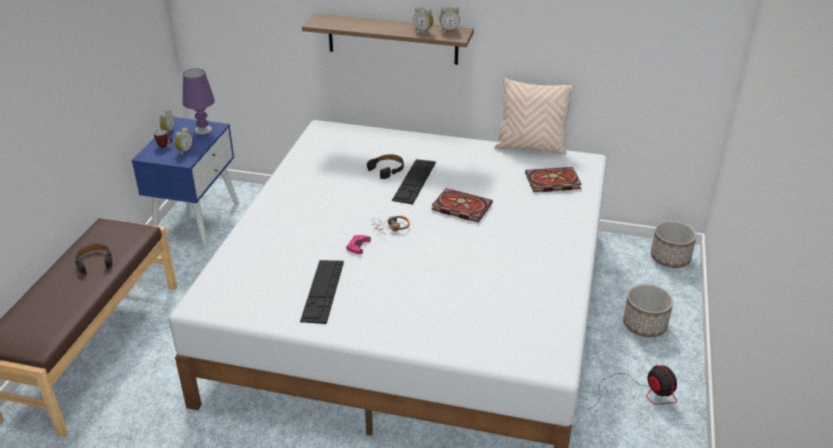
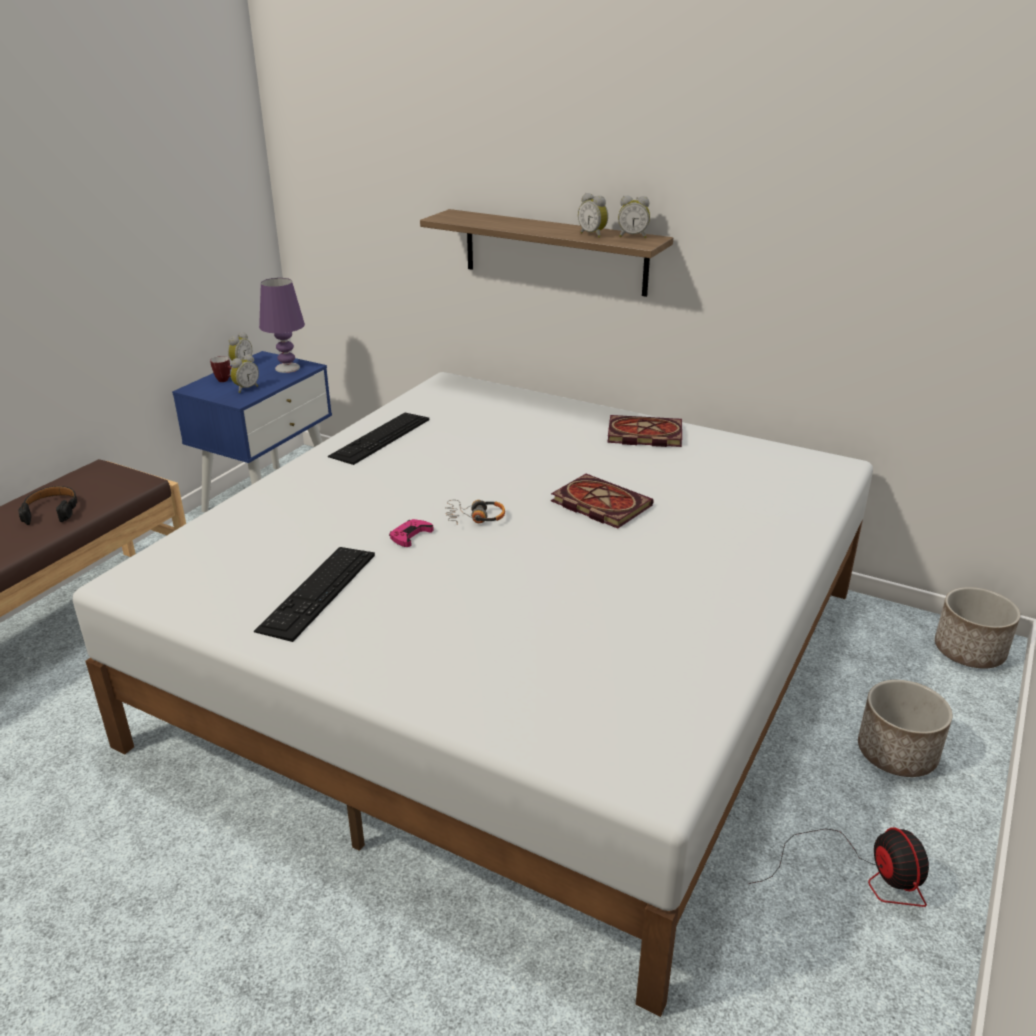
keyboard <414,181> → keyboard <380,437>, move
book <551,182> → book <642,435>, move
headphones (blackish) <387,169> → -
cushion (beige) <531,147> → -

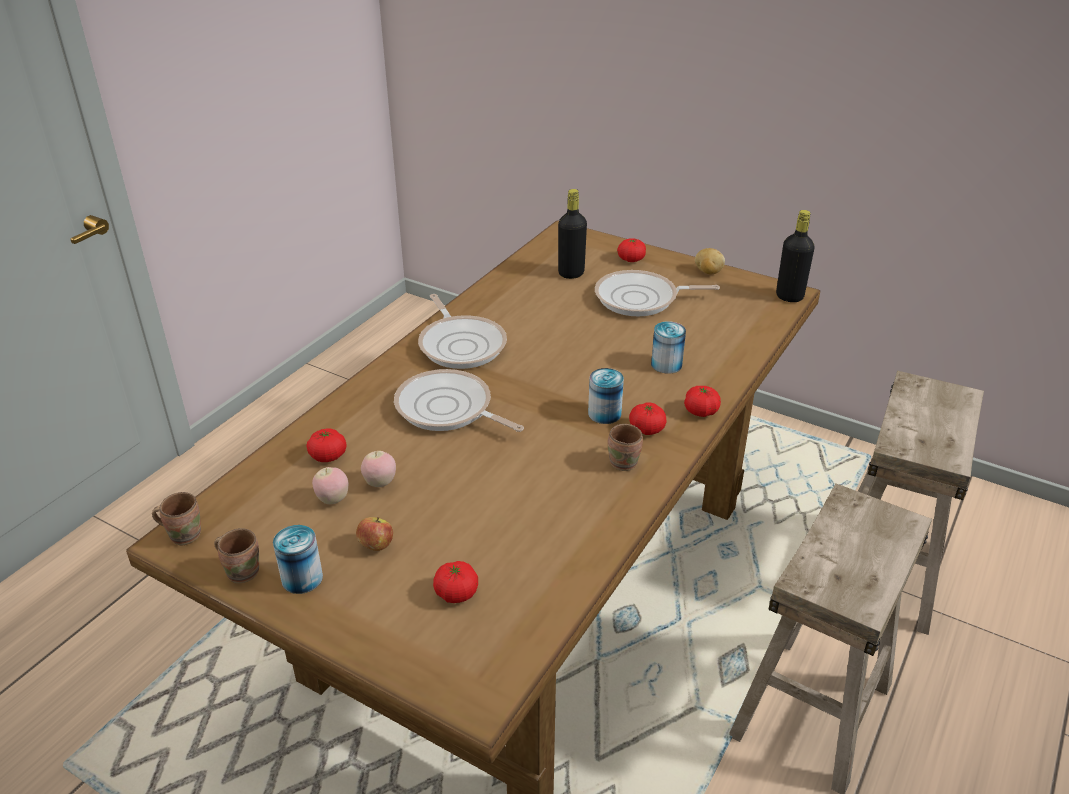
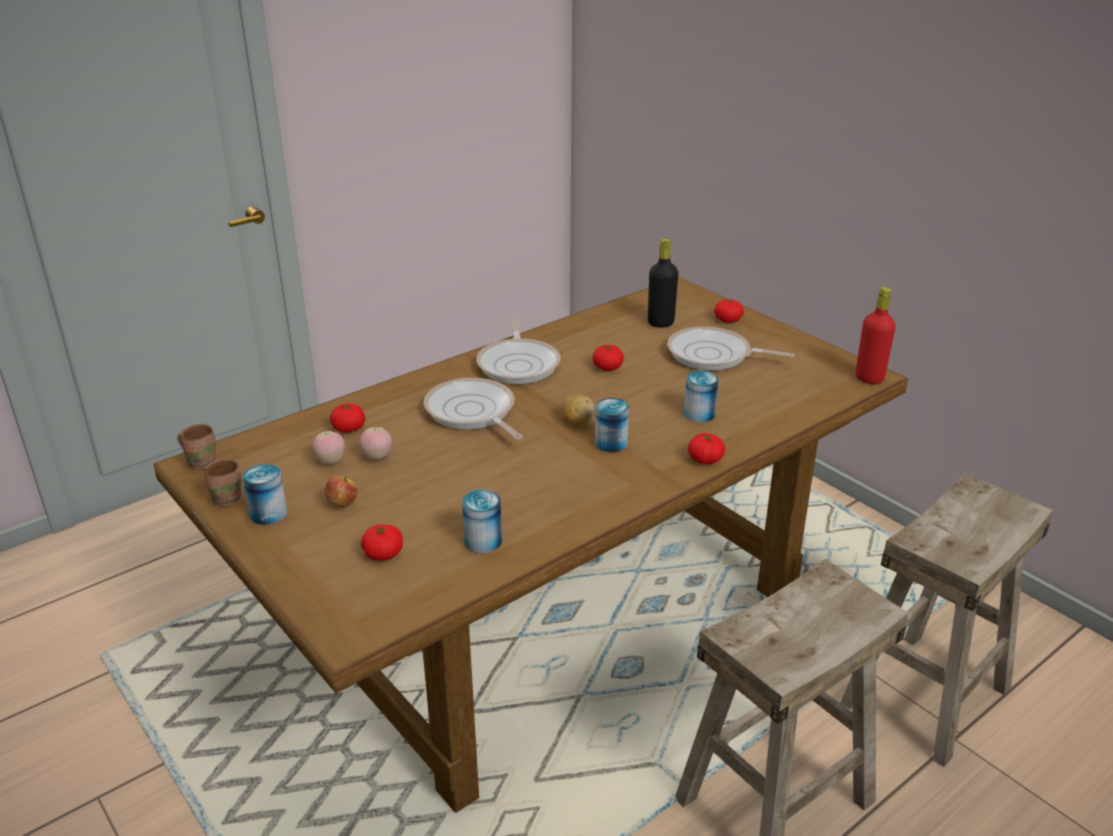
- → can <483,541>
whole potato <708,272> → whole potato <577,421>, move
whole tomato <646,429> → whole tomato <607,367>, move
beverage bottle (blackish) <789,296> → beverage bottle (red) <869,378>
mug (brownish) <625,462> → -

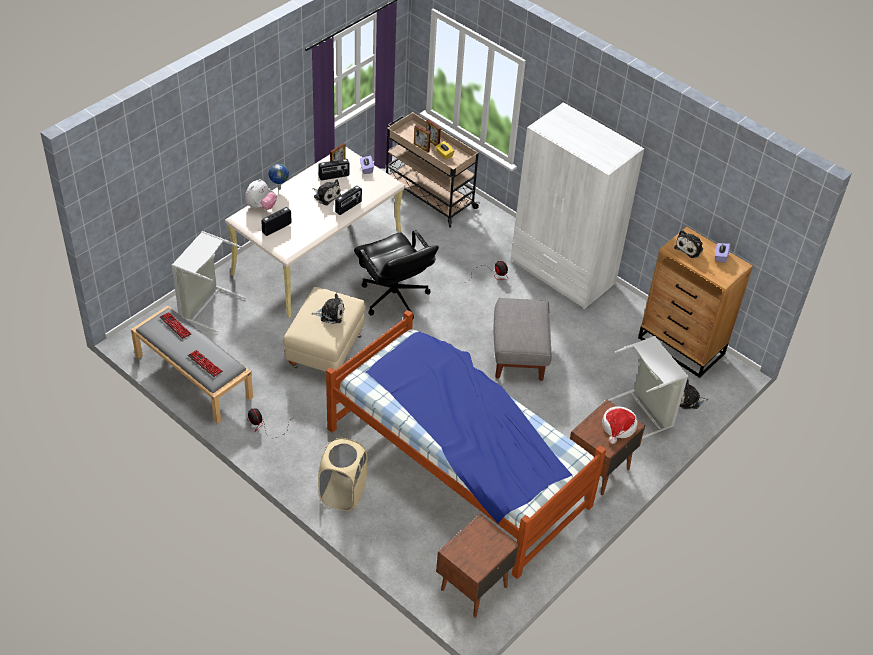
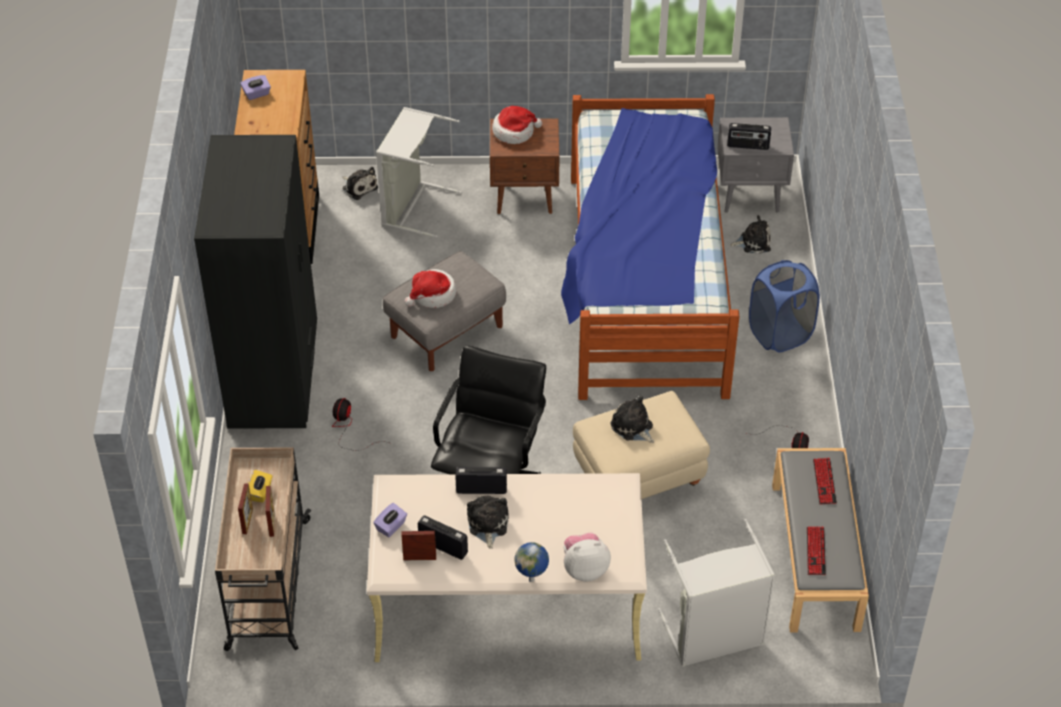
wardrobe (white) <562,273> → wardrobe (blackish) <274,375>
- → hat <432,295>
night table (brownish) <473,588> → night table (gray) <751,195>
radio receiver <276,228> → radio receiver <748,146>, move
soft toy <690,248> → soft toy <753,242>, move
hamper (beige) <343,493> → hamper (bluish) <780,334>

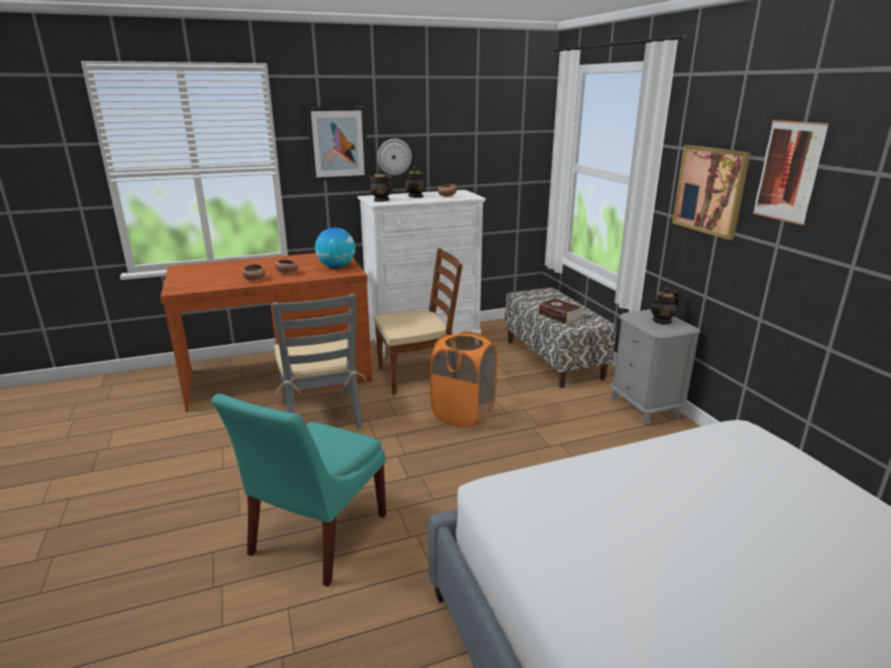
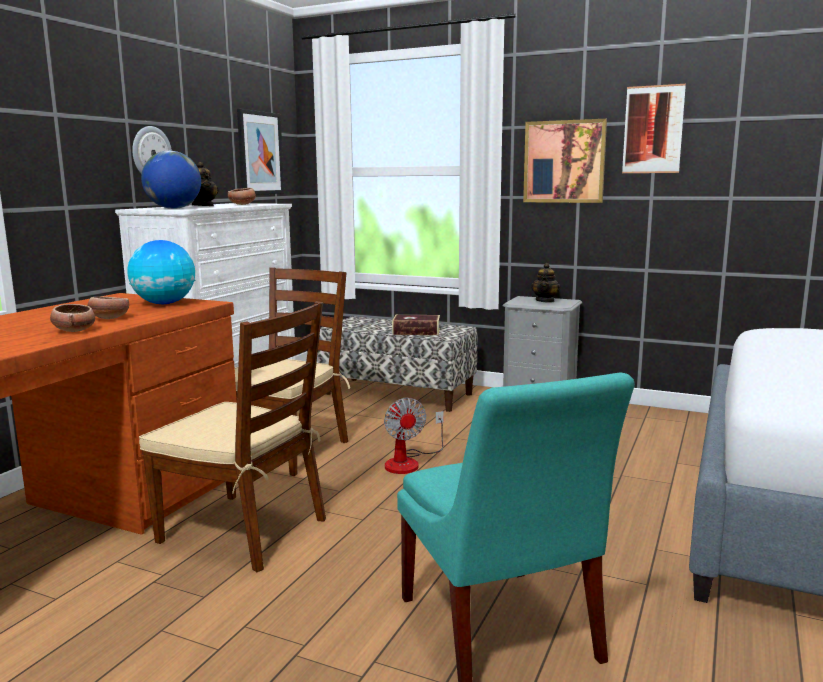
upright chair (gray) <321,415> → upright chair (brownish) <245,530>
tea pot <381,200> → desk globe <174,208>
picture <338,143> → picture <260,153>, move
hamper (orange) <463,414> → fan <409,462>

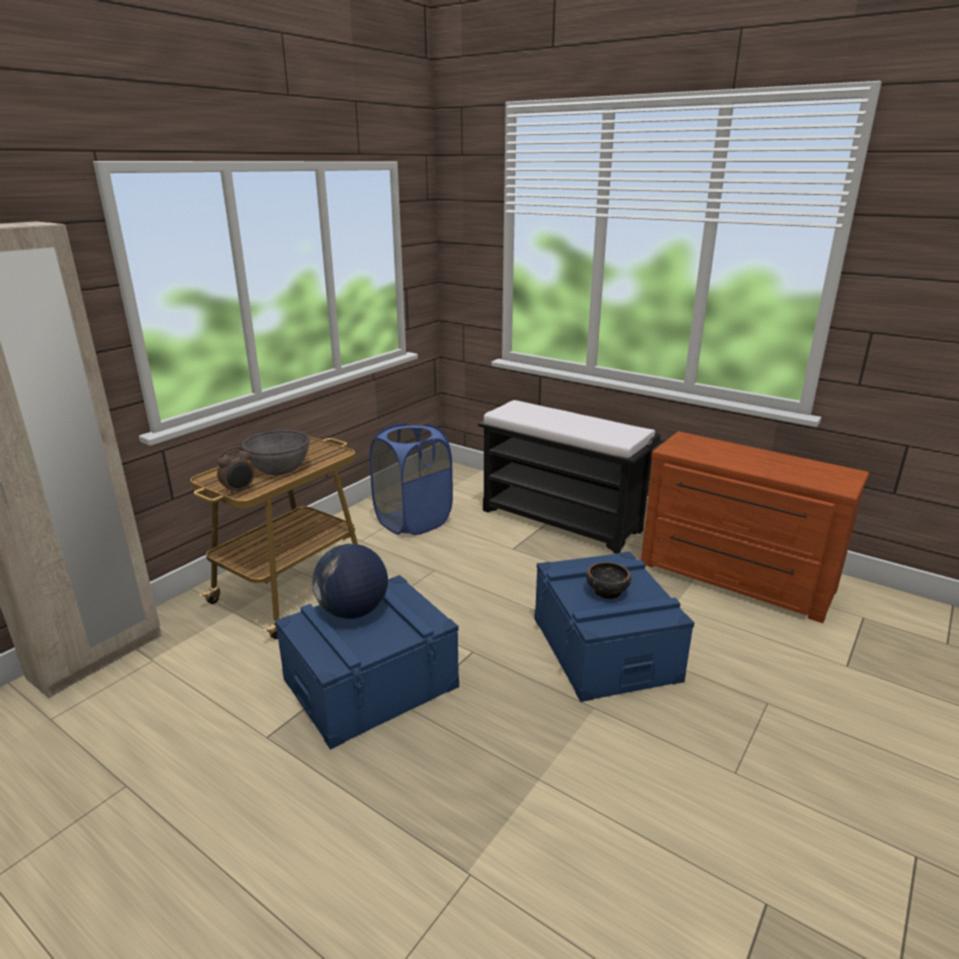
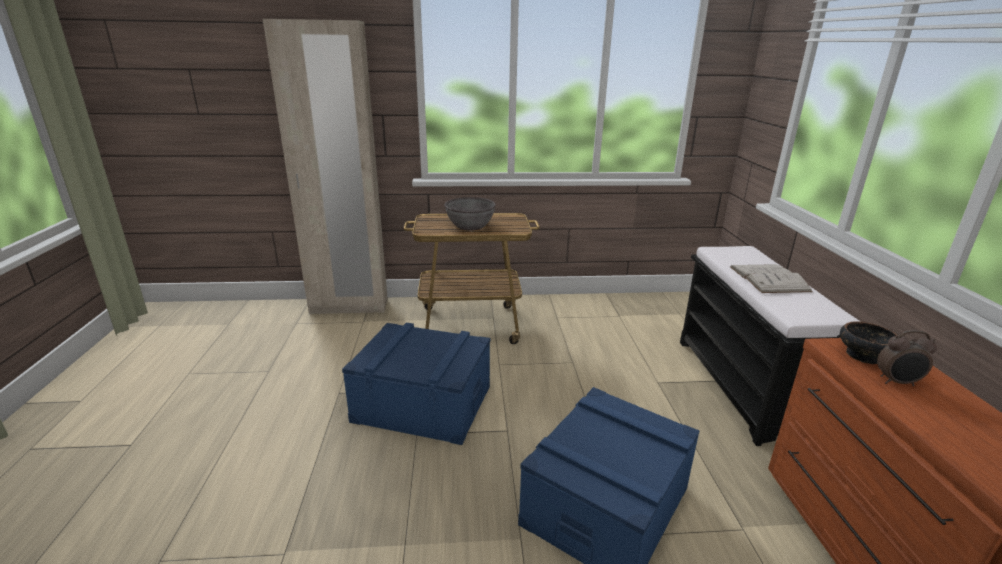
- → book (white) <768,279>
deep dish <606,591> → deep dish <863,355>, move
bedside clock <239,490> → bedside clock <897,382>, move
desk globe <353,612> → -
hamper (bluish) <413,521> → -

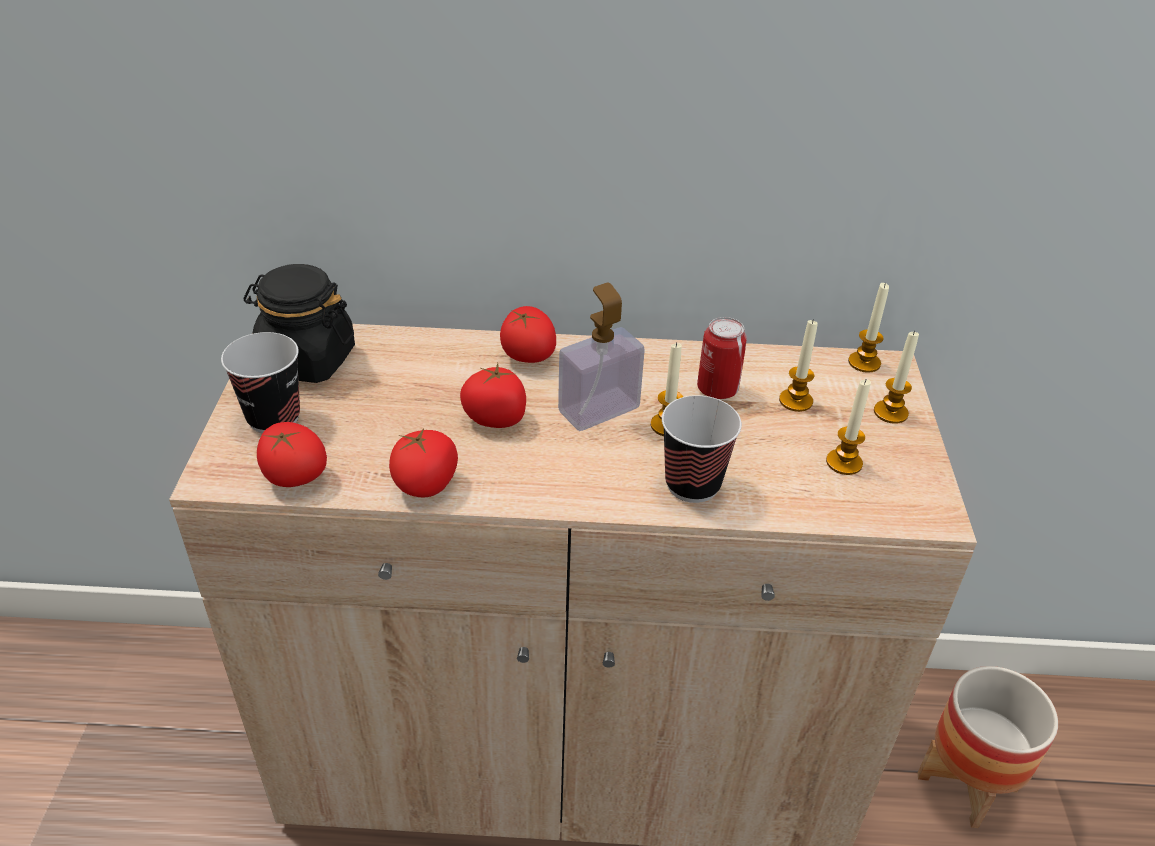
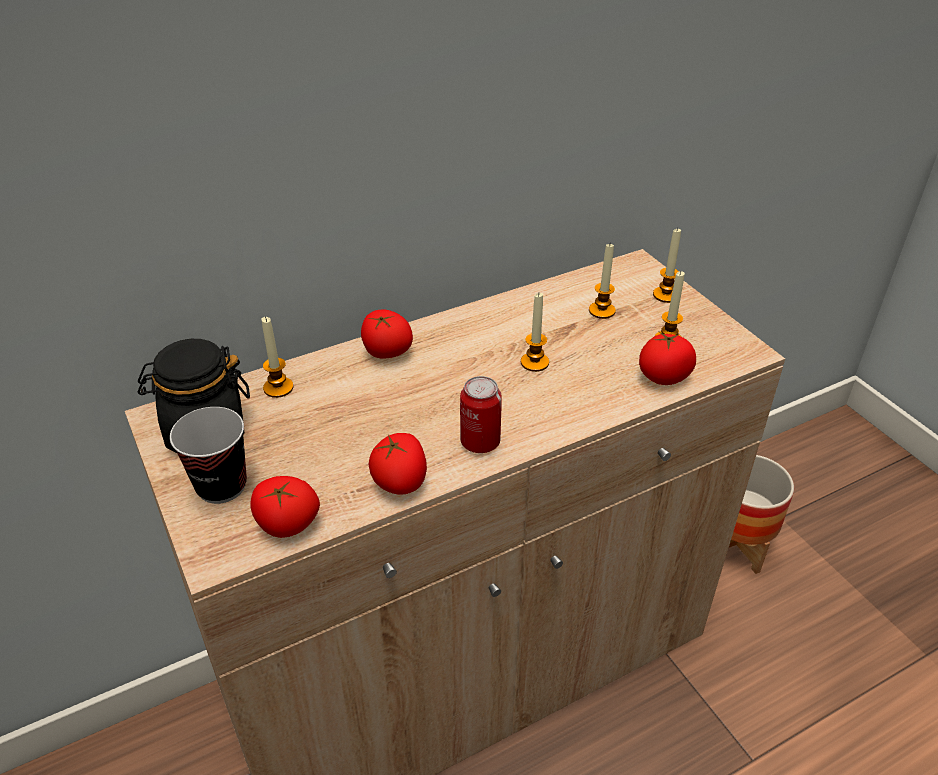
wax light <864,363> → wax light <278,388>, move
can <717,389> → can <480,442>, move
whole tomato <496,418> → whole tomato <664,377>, move
soap bottle <599,409> → -
drinking cup <692,484> → -

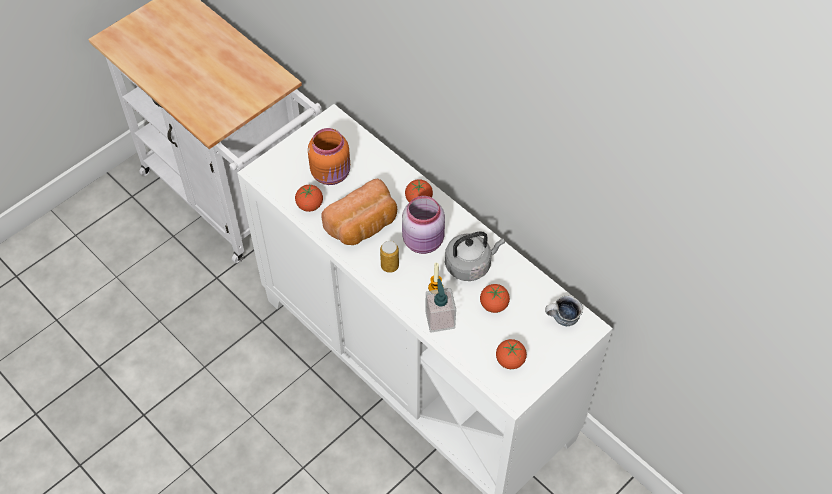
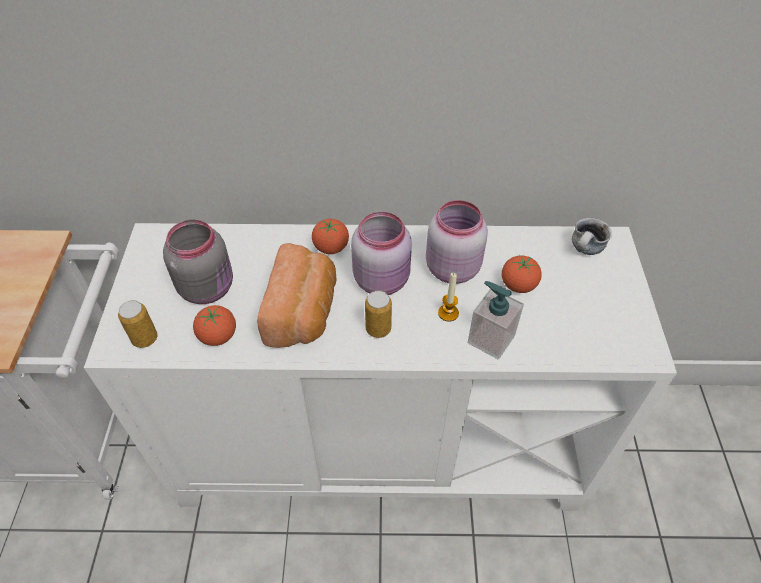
- → can <145,338>
storage jar (orange) <332,174> → storage jar (gray) <208,287>
kettle (gray) <470,265> → storage jar (pink) <451,267>
whole tomato <510,361> → -

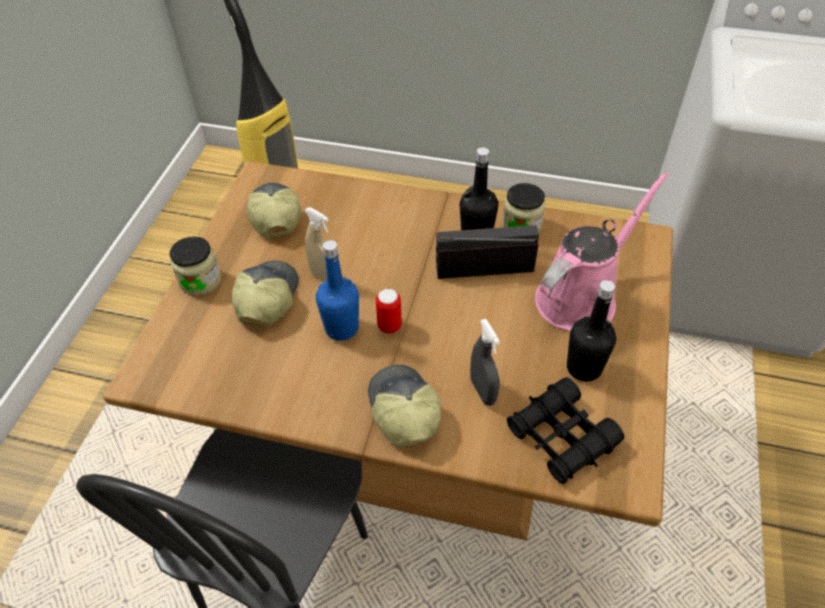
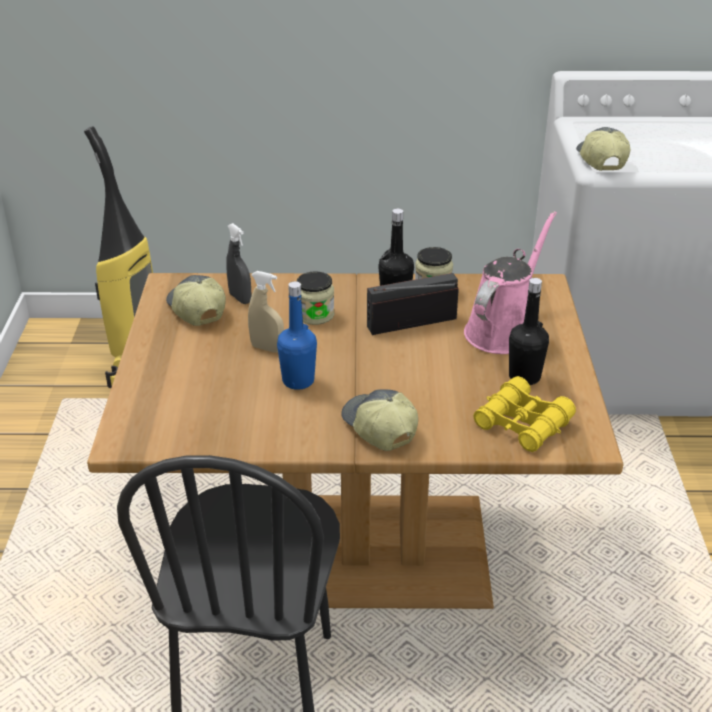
spray bottle (gray) <483,391> → spray bottle (gray) <240,298>, move
storage jar <200,280> → storage jar <315,315>, move
pair of binoculars (blackish) <561,437> → pair of binoculars (yellow-coloured) <522,424>
peaked cap <266,298> → peaked cap <600,160>, move
can <389,326> → -

